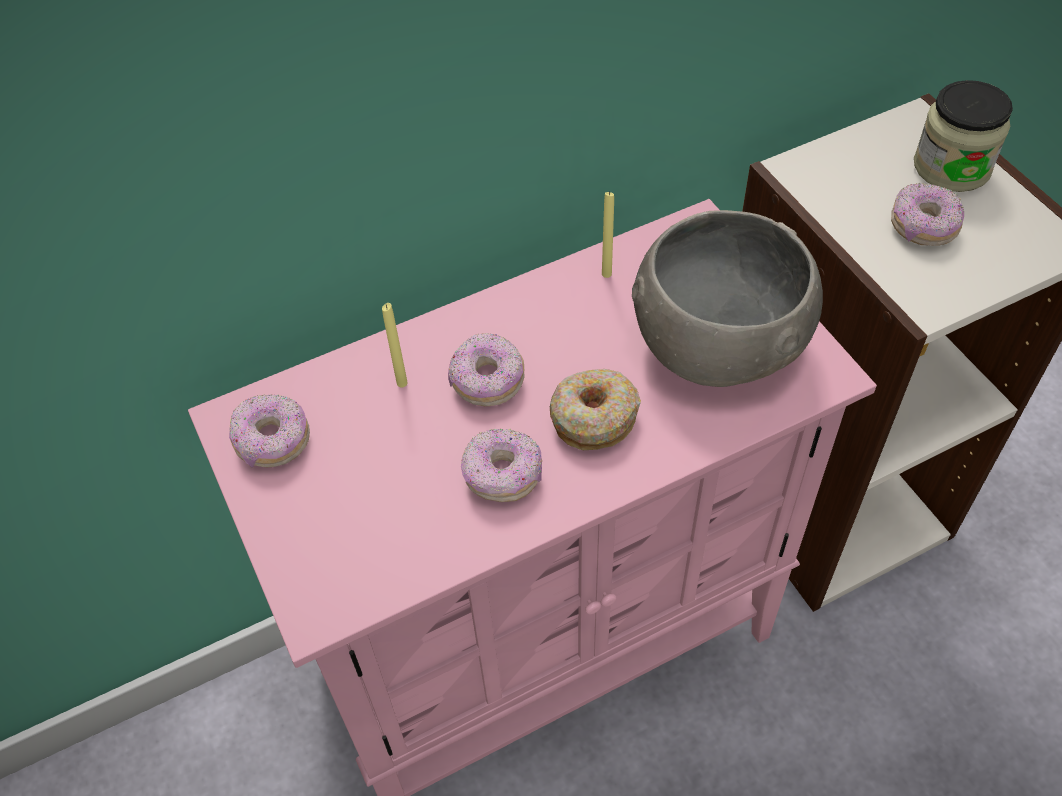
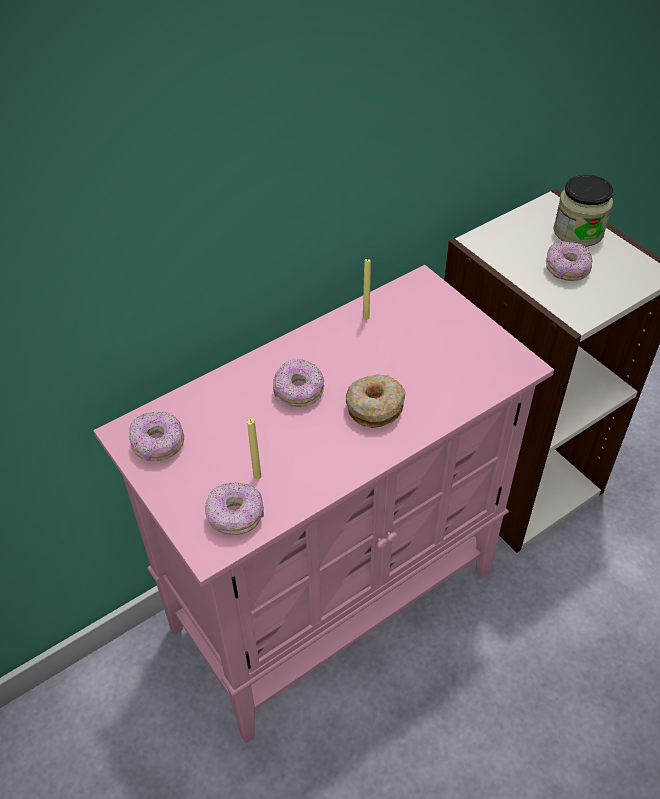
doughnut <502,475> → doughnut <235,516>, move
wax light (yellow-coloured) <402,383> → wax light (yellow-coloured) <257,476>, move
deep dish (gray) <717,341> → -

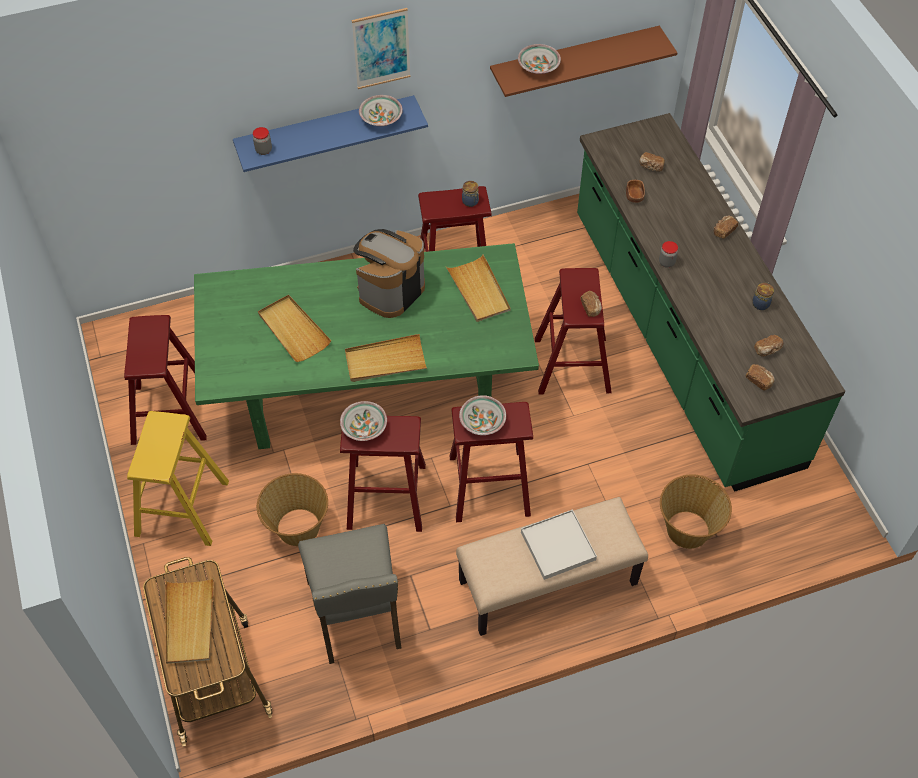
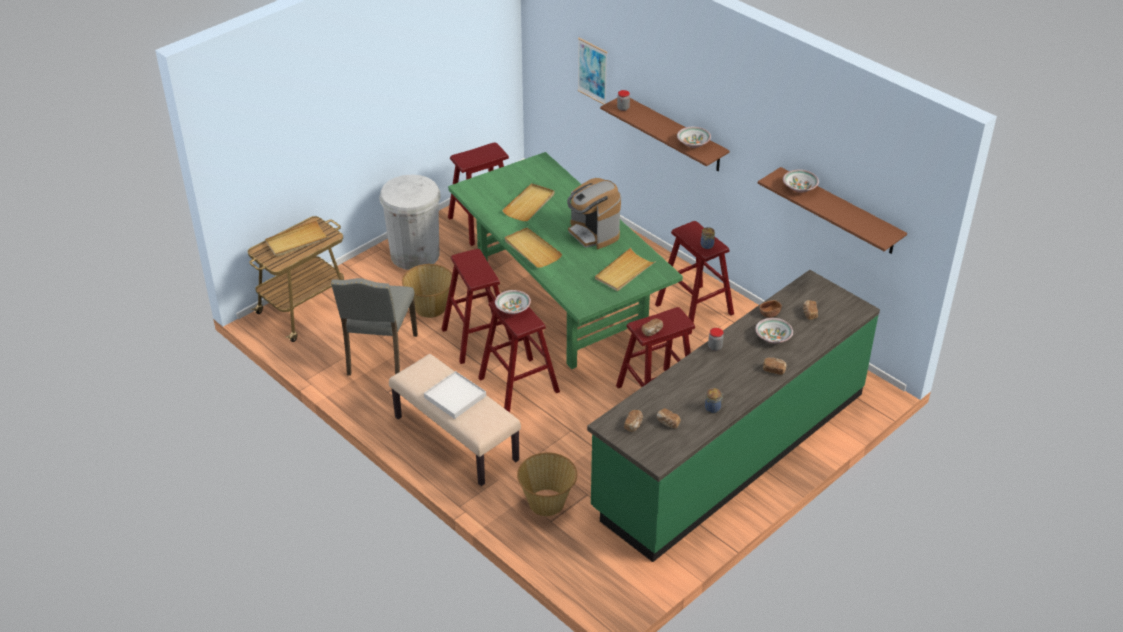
upright chair (gray) <357,615> → upright chair (gray) <379,355>, 45 degrees counterclockwise
sitting stool (yellow-coloured) <182,508> → trash can (white) <415,254>
coffee brewer <390,291> → coffee brewer <593,233>, 135 degrees counterclockwise
picture <381,48> → picture <592,71>, move
bracket shelf (bluish) <326,130> → bracket shelf (brownish) <674,133>
deep dish <364,427> → deep dish <773,337>, move

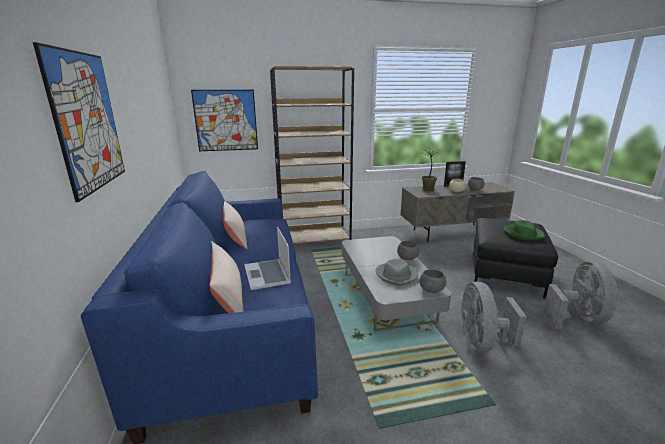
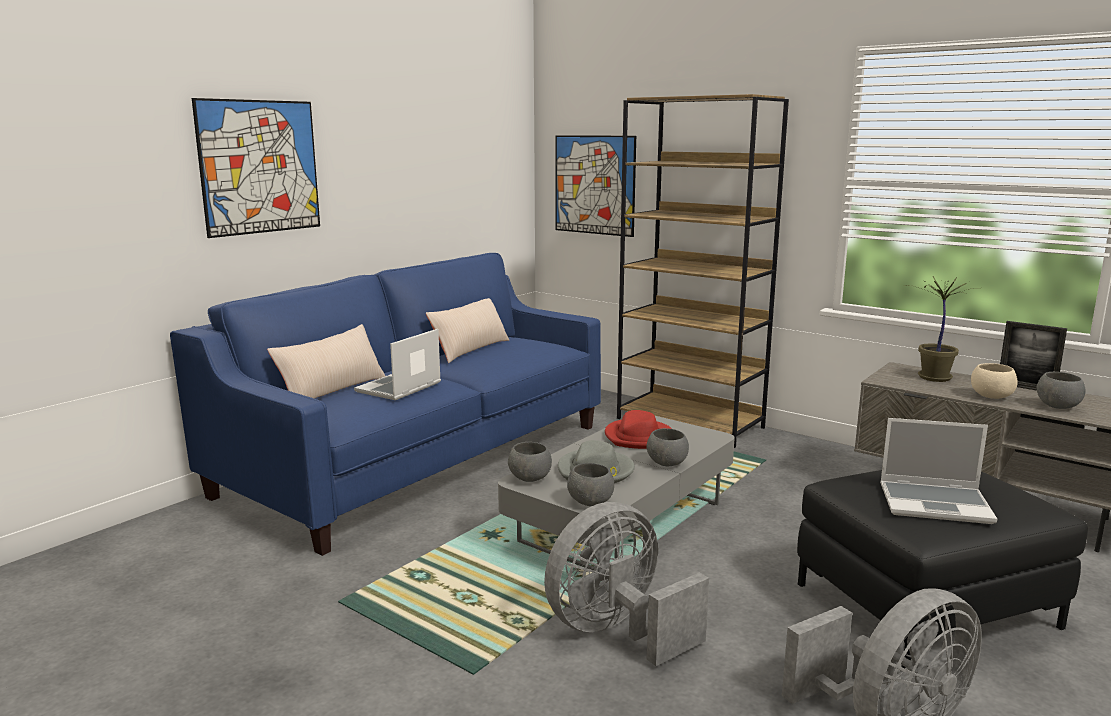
- → deep dish (gray) <529,479>
- → hat (red) <639,437>
hat (green) <523,234> → notebook computer <936,503>

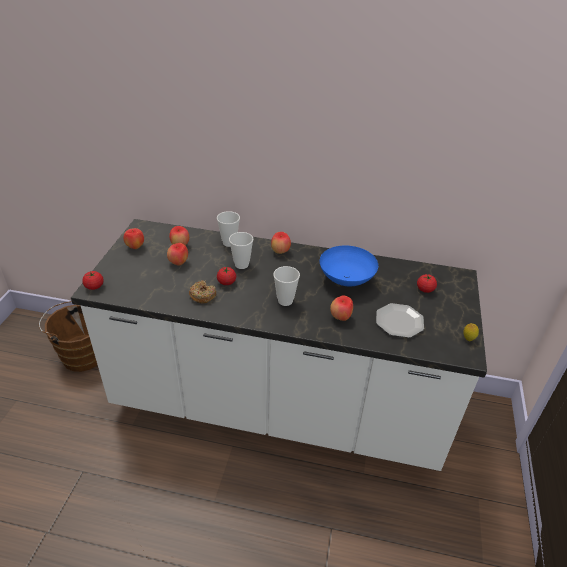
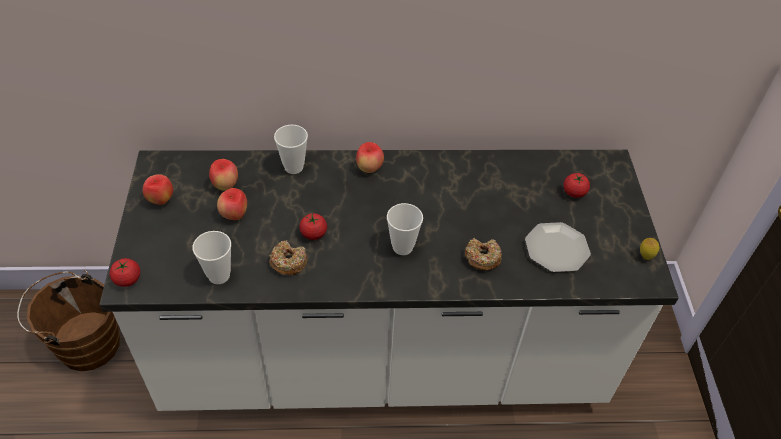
drinking cup <241,264> → drinking cup <219,275>, move
whole apple <340,317> → doughnut <482,258>
deep dish (bluish) <345,279> → -

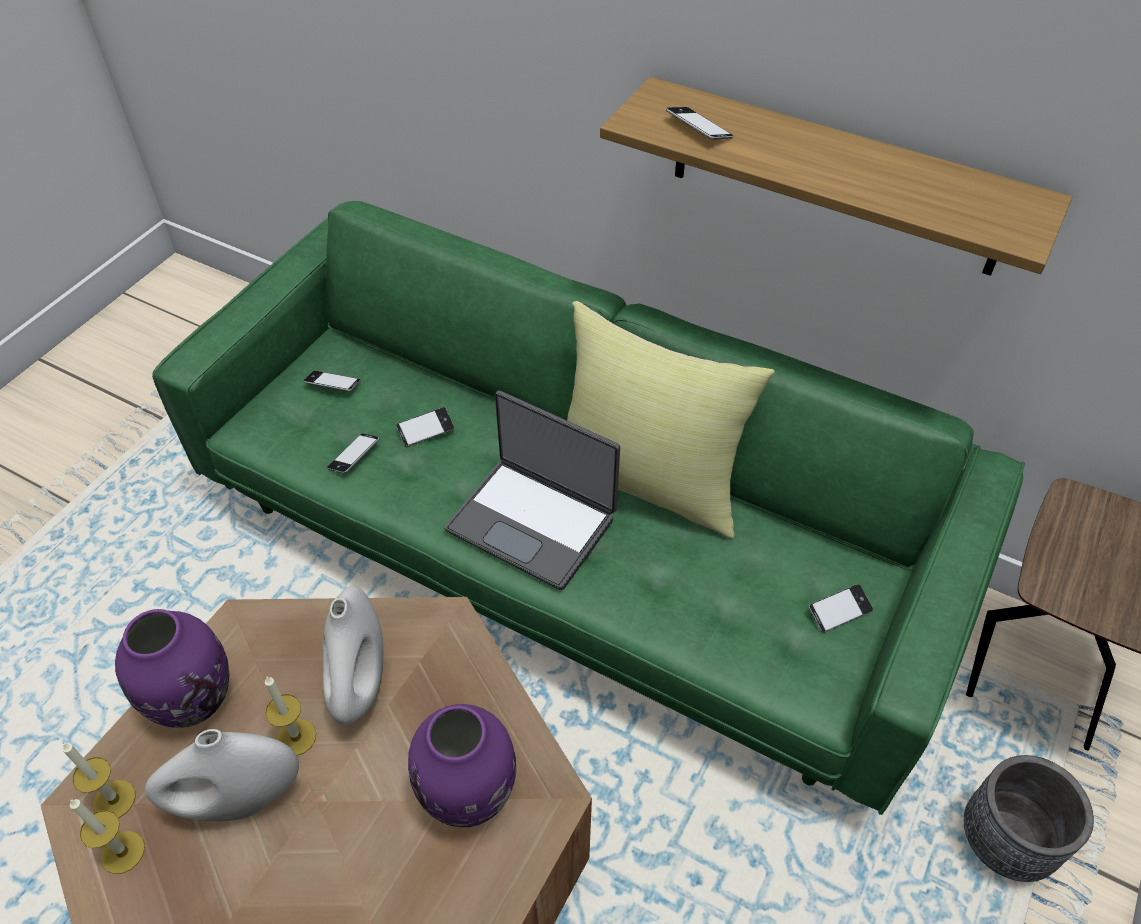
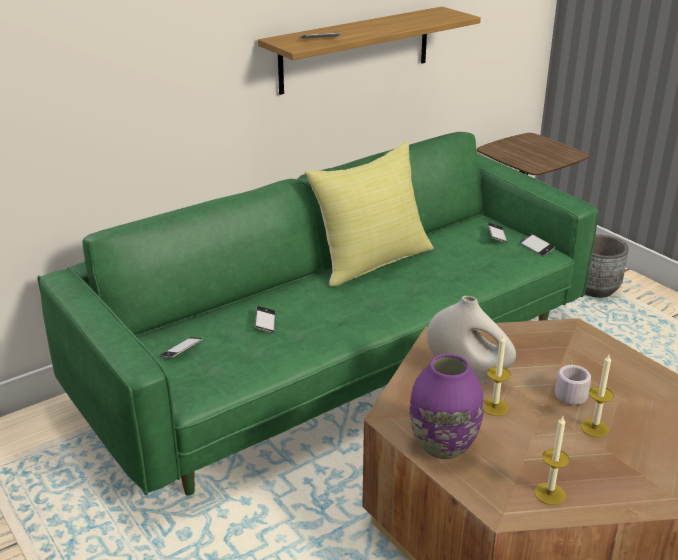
telephone <354,456> → telephone <536,248>, move
- → mug (gray) <568,394>
wax light <114,799> → wax light <594,428>, move
decorative vase (white) <238,800> → -
decorative vase (purplish) <469,793> → -
notebook computer <533,522> → -

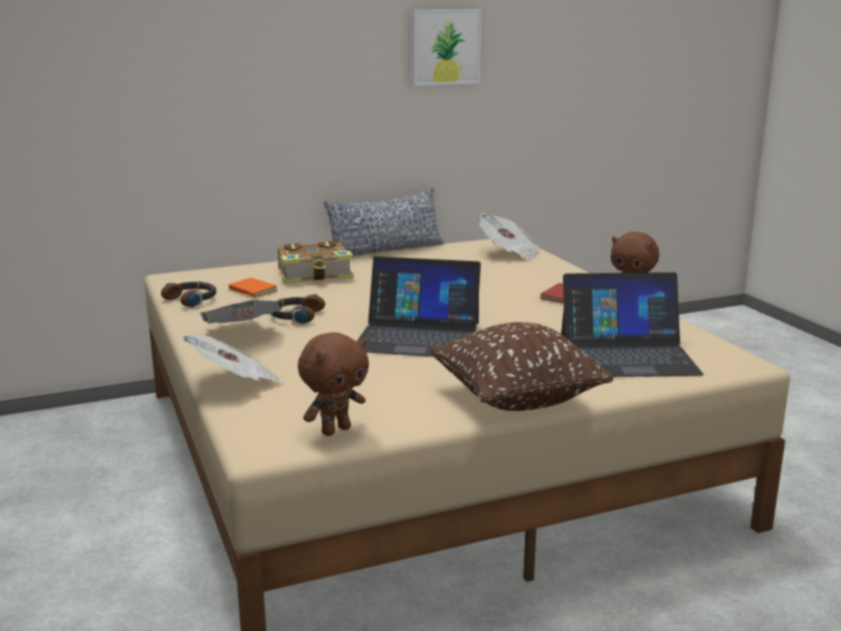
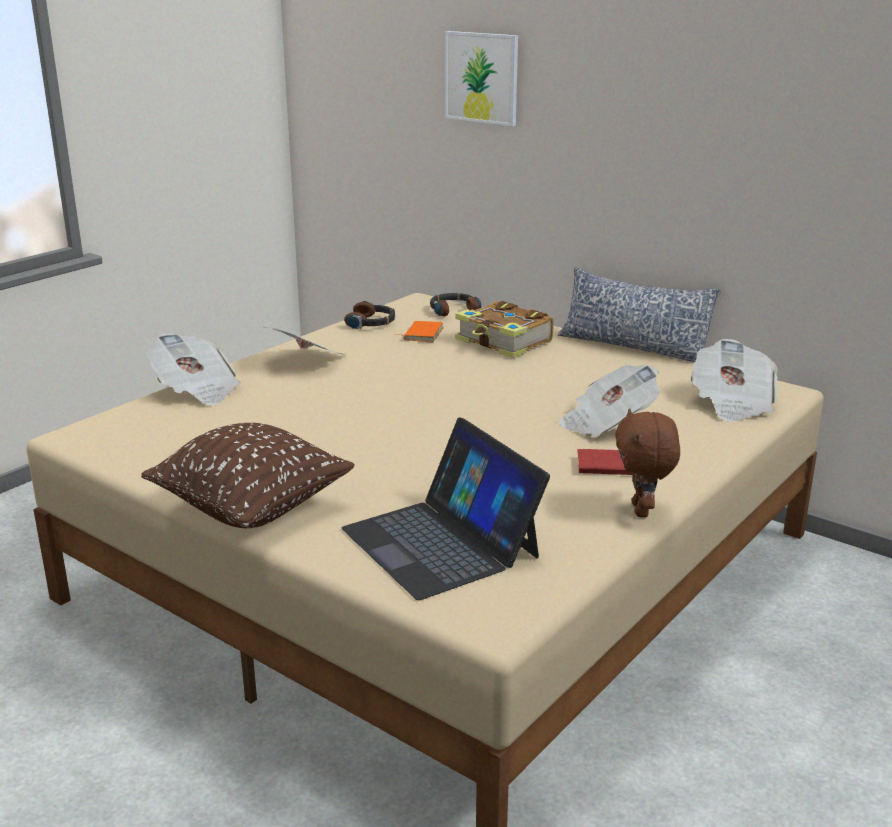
headphones <295,316> → headphones <453,310>, move
picture <446,47> → picture <481,77>, move
- → newspaper <607,424>
soft toy (brownish) <335,430> → -
notebook computer <418,336> → -

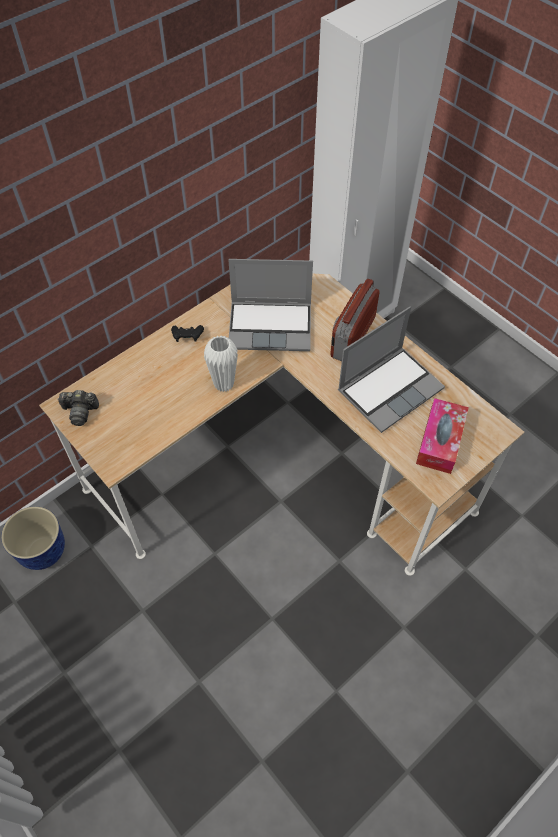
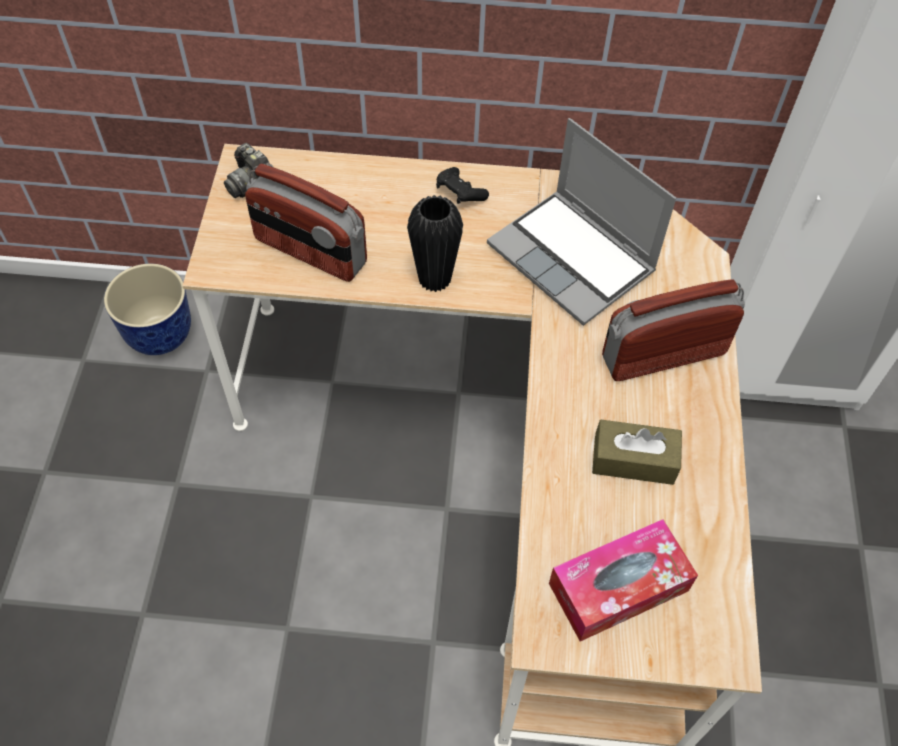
- → radio receiver <310,252>
decorative vase (white) <224,384> → decorative vase (blackish) <434,279>
notebook computer <390,388> → box of tissues (brownish) <633,460>

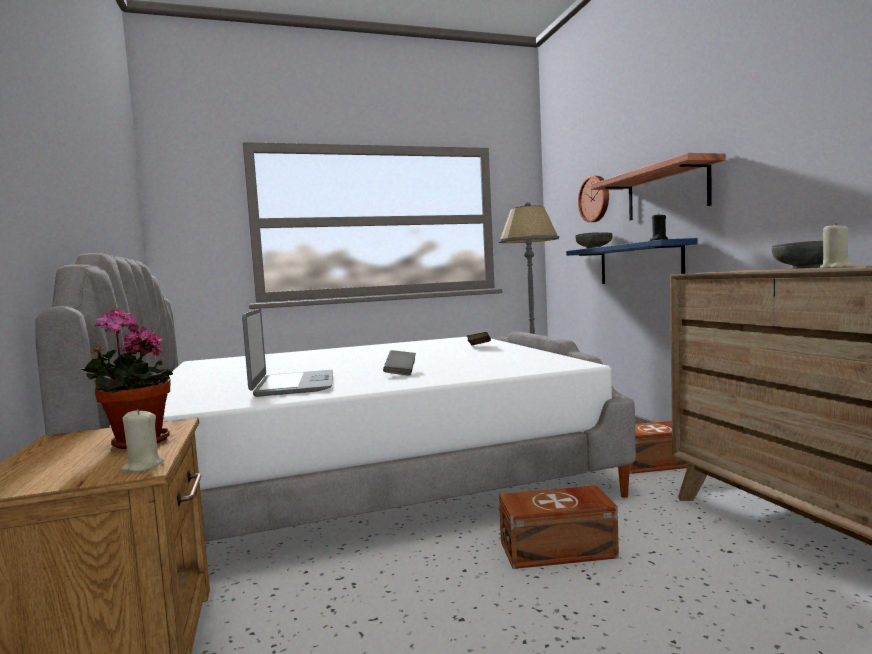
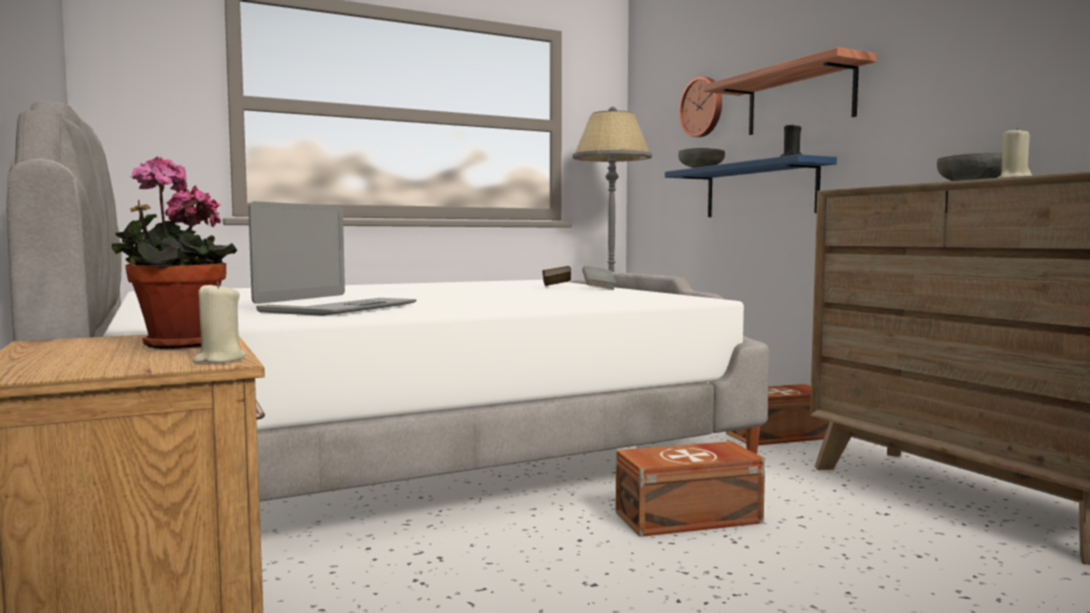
notebook computer <293,384> → notebook computer <337,308>, 45 degrees clockwise
book (gray) <400,373> → book (gray) <598,288>, move

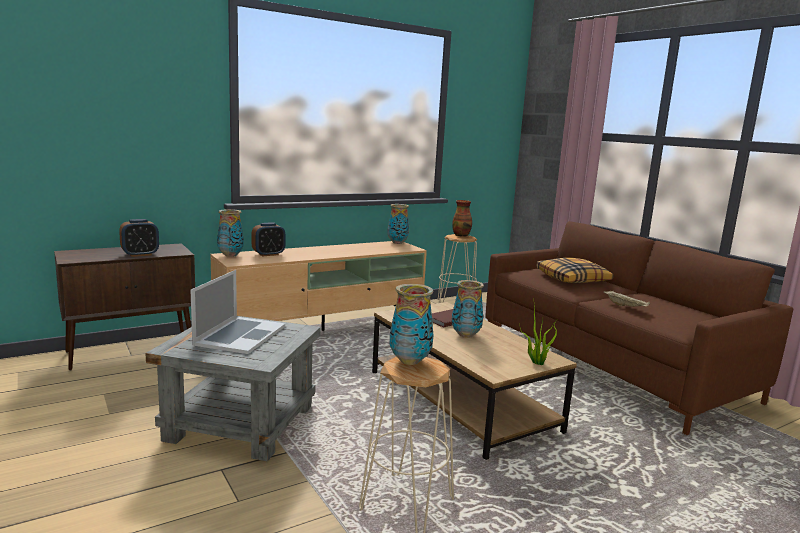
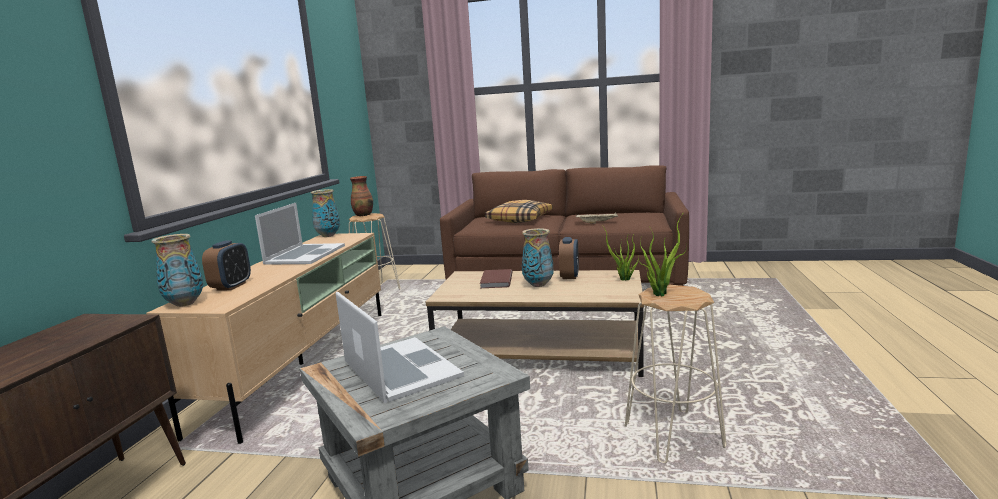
- → notebook computer <305,254>
bedside clock <140,254> → bedside clock <569,276>, move
decorative vase <409,361> → plant in a pot <659,293>

